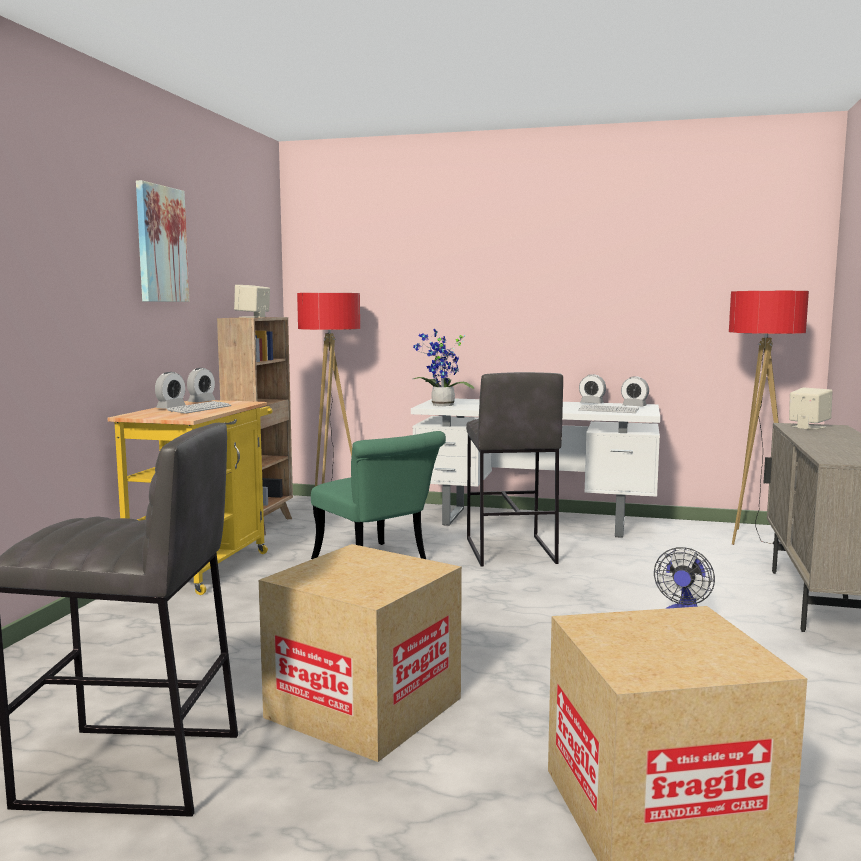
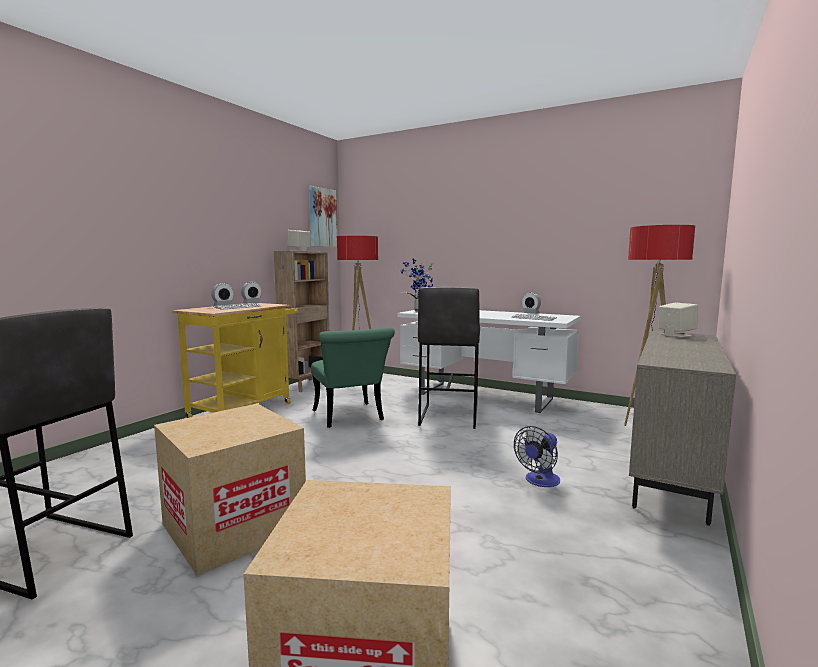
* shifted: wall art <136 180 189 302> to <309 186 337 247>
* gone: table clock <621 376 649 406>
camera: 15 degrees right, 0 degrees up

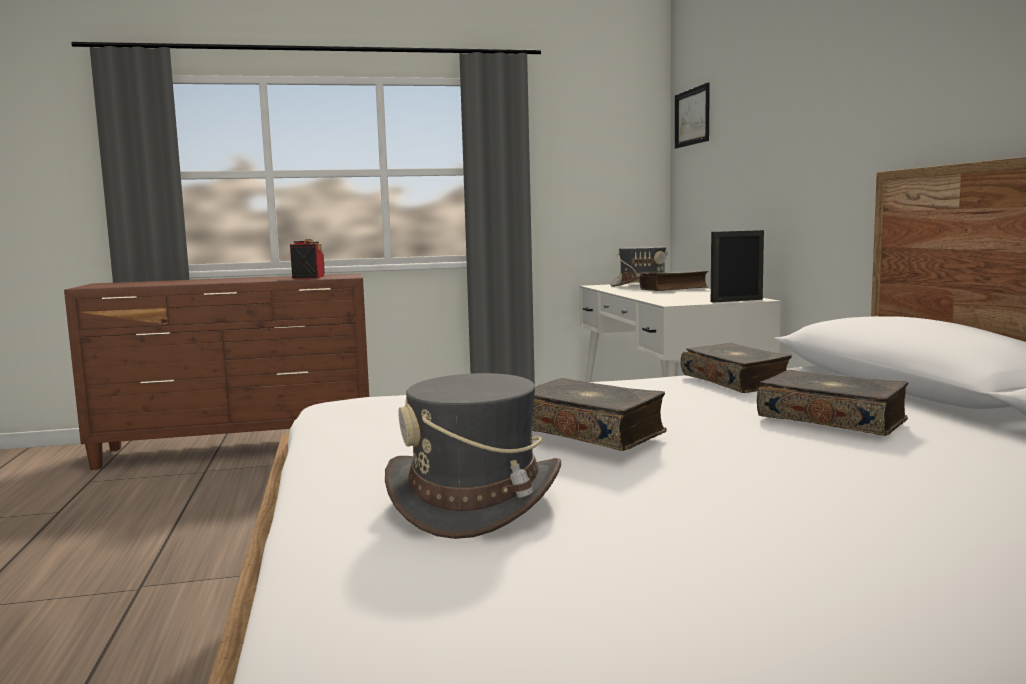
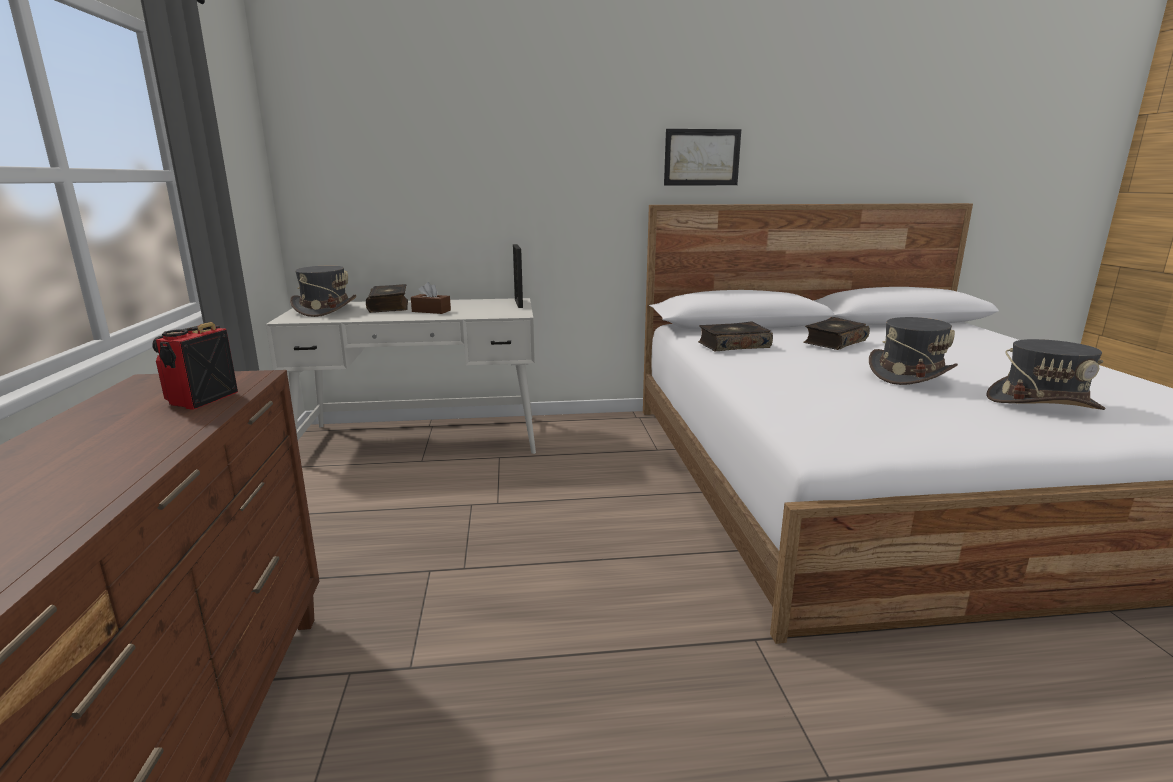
* shifted: wall art <675 83 710 149> to <664 129 741 185>
* swapped: bound book <532 378 667 451> to grey hat <869 317 958 385>
* new: brown tissue box <411 282 451 314>
camera: 85 degrees left, 10 degrees up

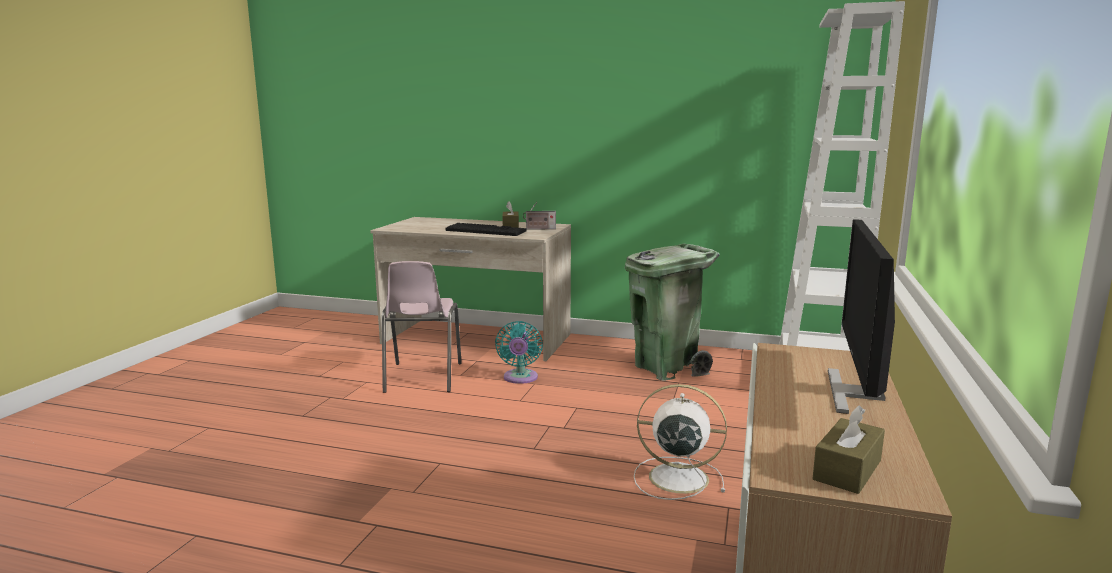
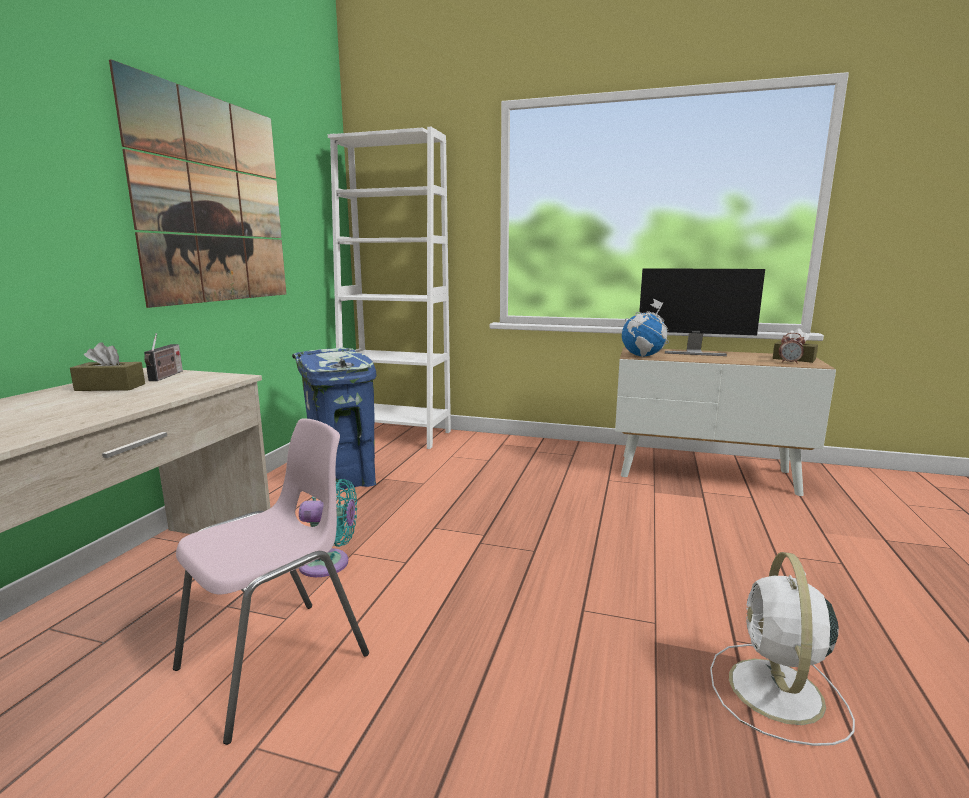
* gone: PC keyboard <445 223 526 236>
* repainted: green-coloured waste bin <625 244 720 381> to blue waste bin <292 348 377 490>
* rotated: pink-coloured upright chair <382 261 462 393> = <173 418 369 745> 45 degrees counterclockwise
* shifted: white fan <634 384 727 500> to <710 552 855 746>
* new: wall art <109 59 286 308>
* new: globe <622 299 669 357>
* new: table clock <779 333 805 364>
camera: 90 degrees left, 0 degrees up

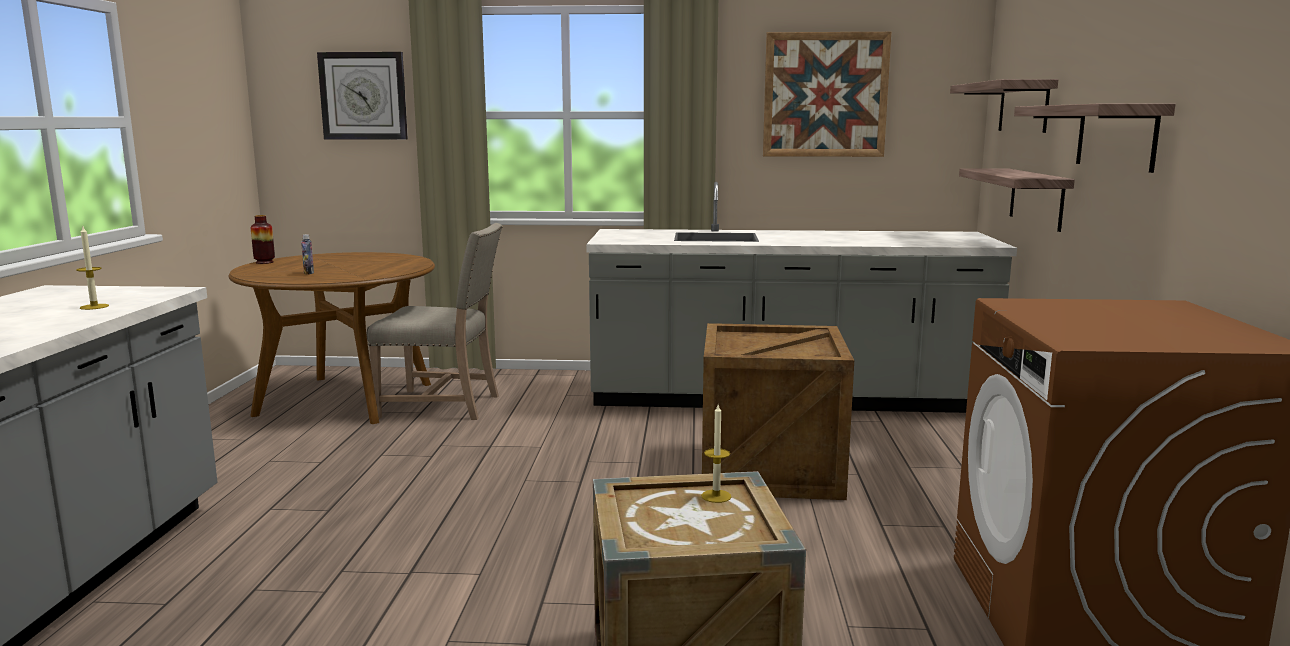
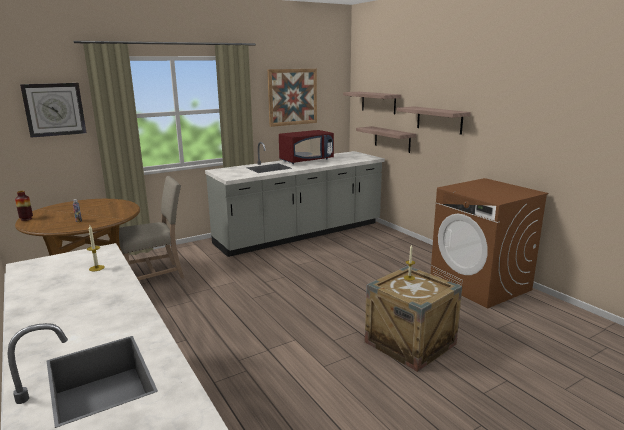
* gone: crate <702 323 854 500>
* new: red microwave <279 130 334 164>
camera: 35 degrees left, 5 degrees up

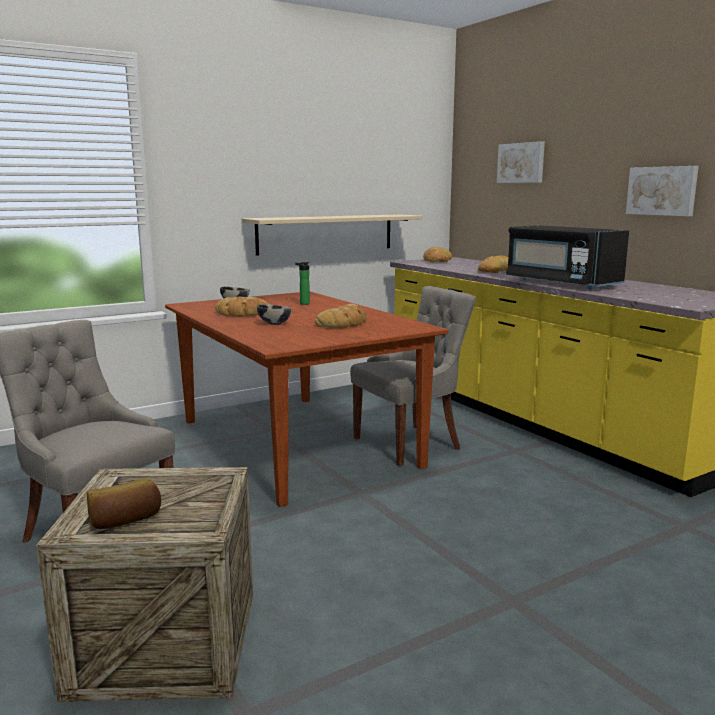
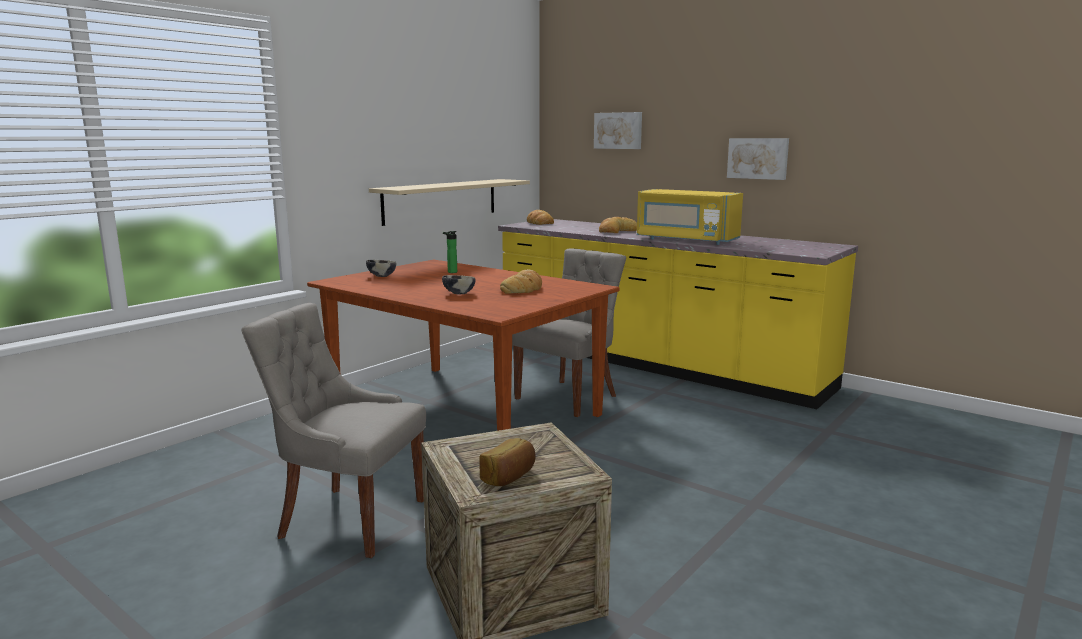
* repainted: black microwave <506 225 629 290> to yellowish microwave <637 189 743 245>
* gone: baked bread <215 297 270 317>
camera: 20 degrees left, 0 degrees up

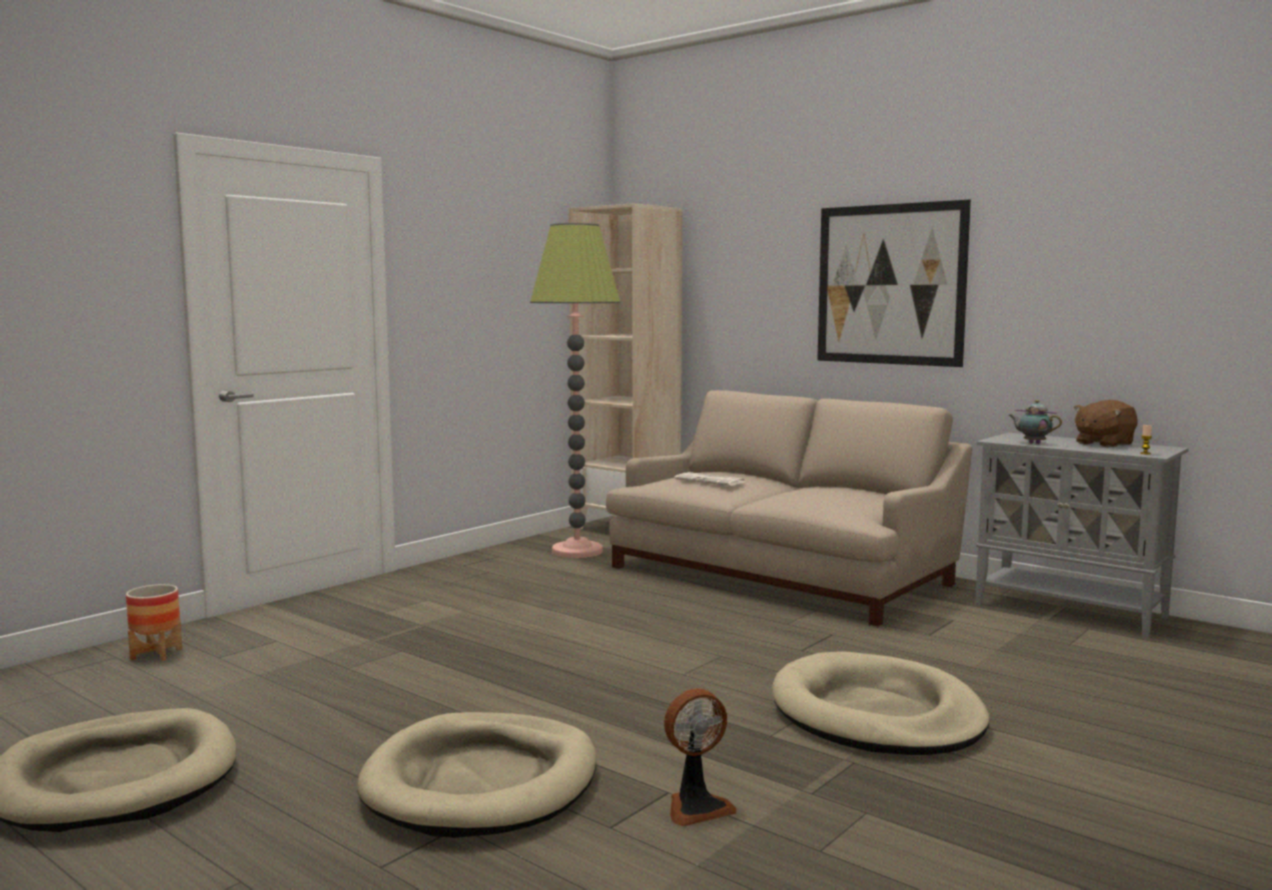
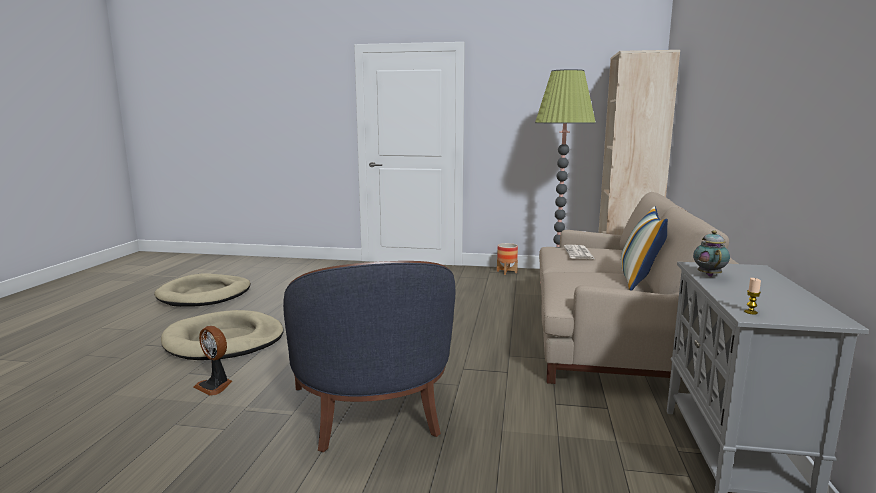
* gone: wall art <817 200 971 367>
* gone: brown soft toy <1074 400 1138 447>
* shifted: flower pot <126 584 182 661> to <497 243 518 275>
* swapped: beige-coloured dog cushion <772 651 989 755> to blue armchair <283 261 455 453>
* new: pillow <621 206 668 290>
camera: 60 degrees right, 5 degrees up

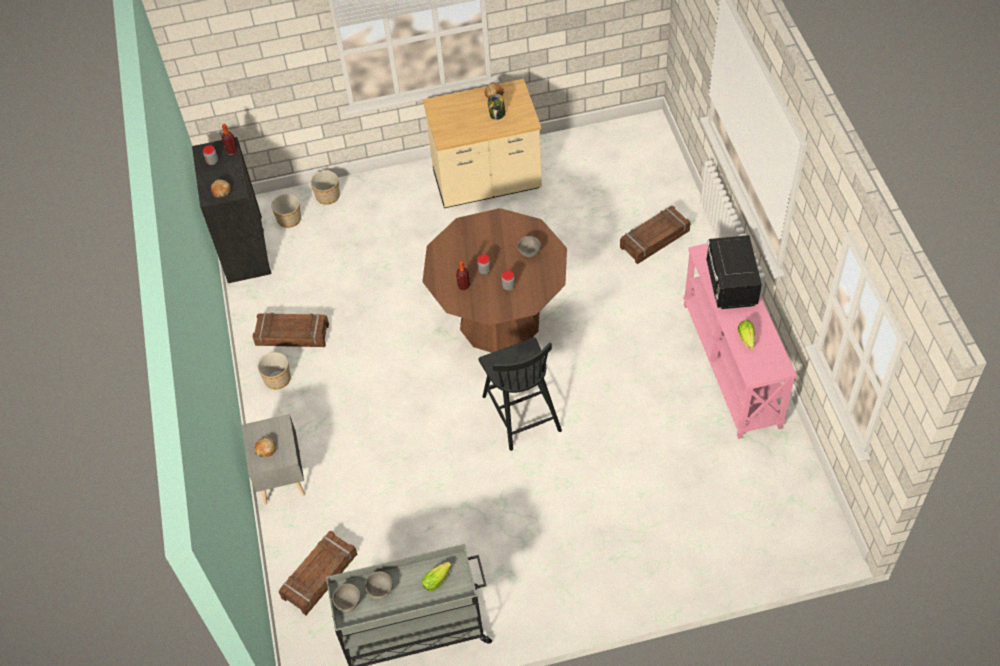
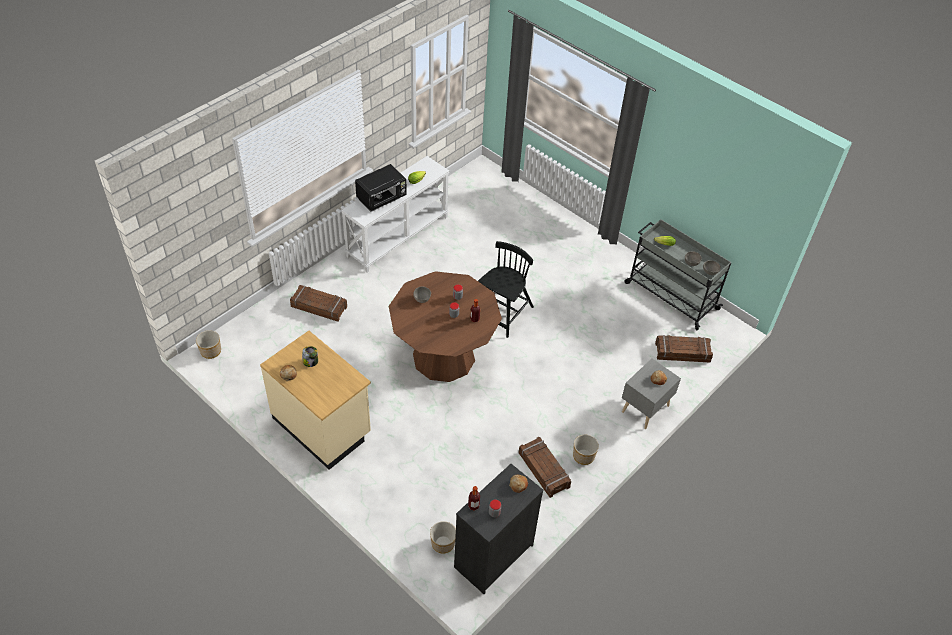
* shifted: flower pot <311 170 340 205> to <196 330 221 359>
* repainted: pink-coloured console table <683 243 797 439> to white console table <341 156 450 272>
camera: 130 degrees left, 5 degrees down

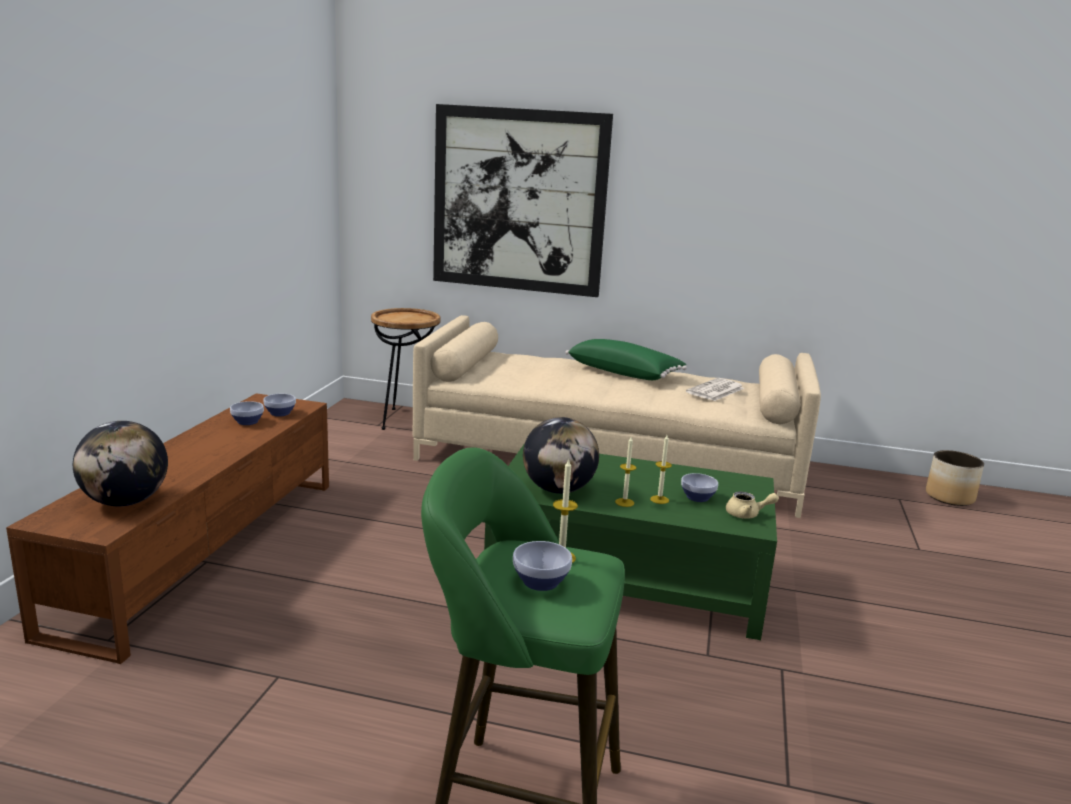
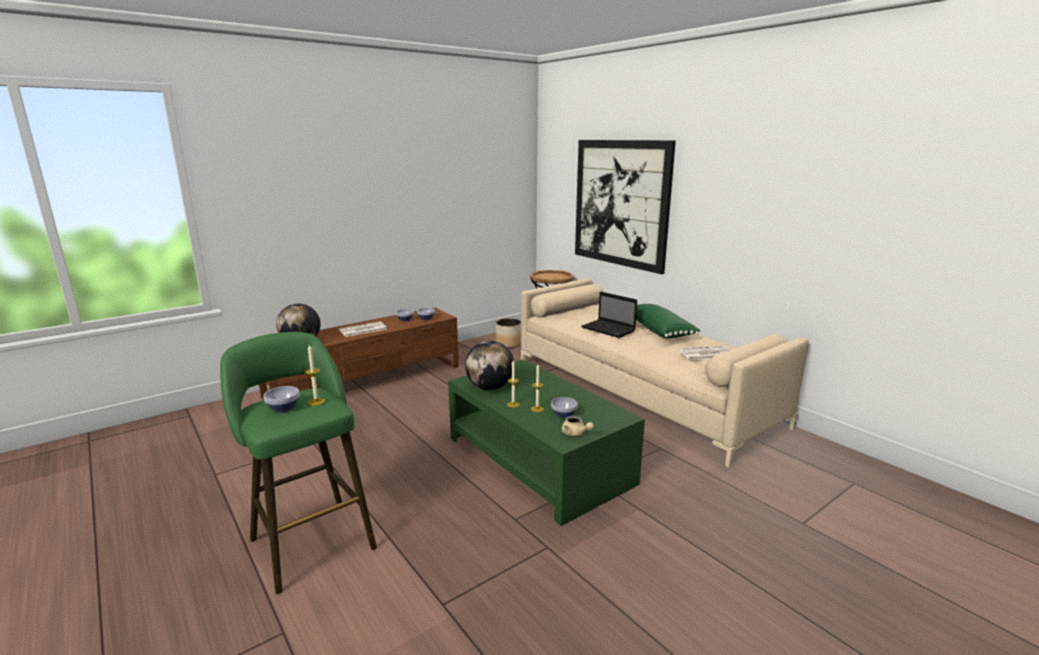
* shifted: flower pot <926 450 984 506> to <496 318 521 348>
* new: laptop <581 292 637 338>
* new: printed paper <339 321 387 337>
camera: 40 degrees right, 0 degrees up

